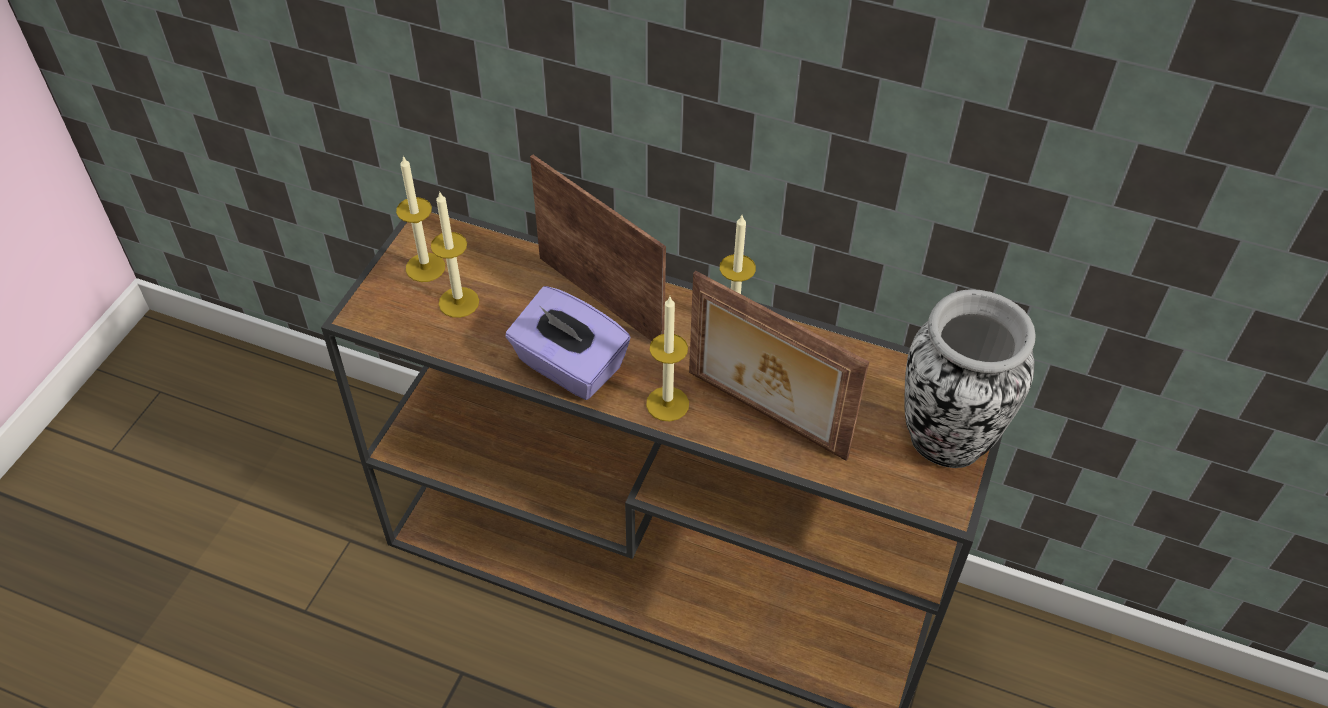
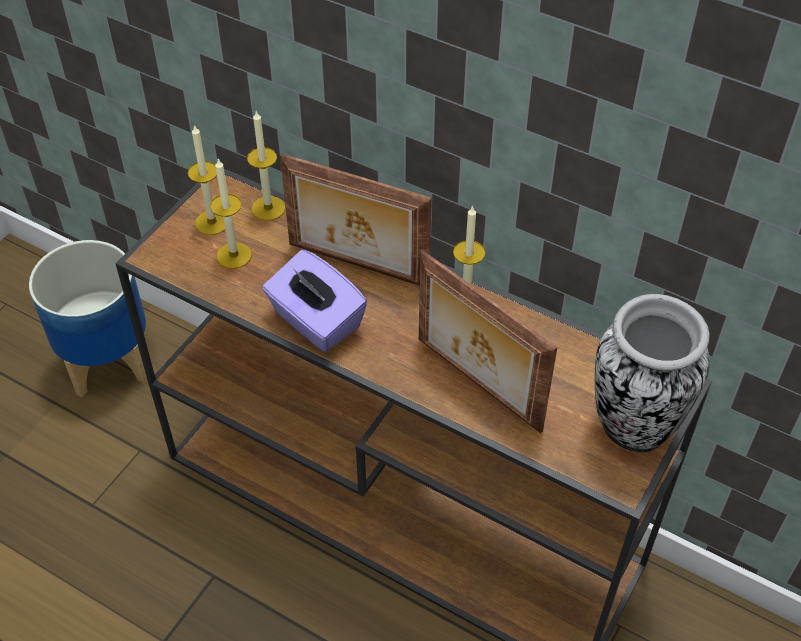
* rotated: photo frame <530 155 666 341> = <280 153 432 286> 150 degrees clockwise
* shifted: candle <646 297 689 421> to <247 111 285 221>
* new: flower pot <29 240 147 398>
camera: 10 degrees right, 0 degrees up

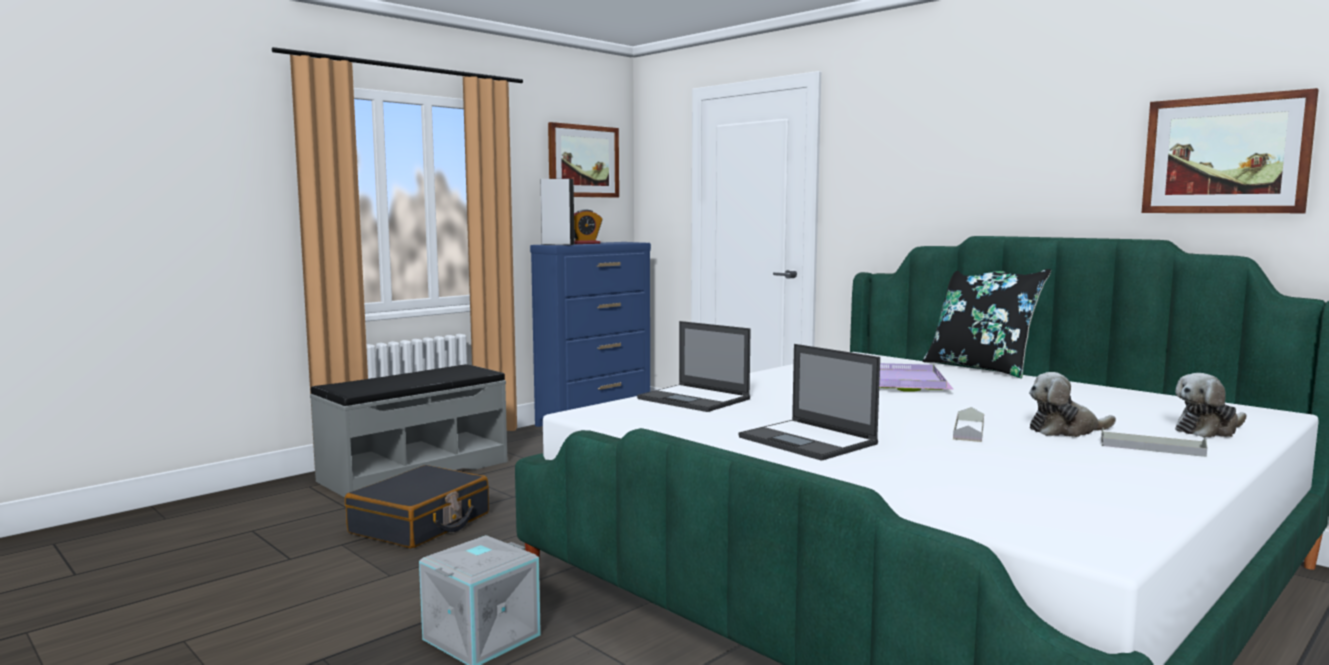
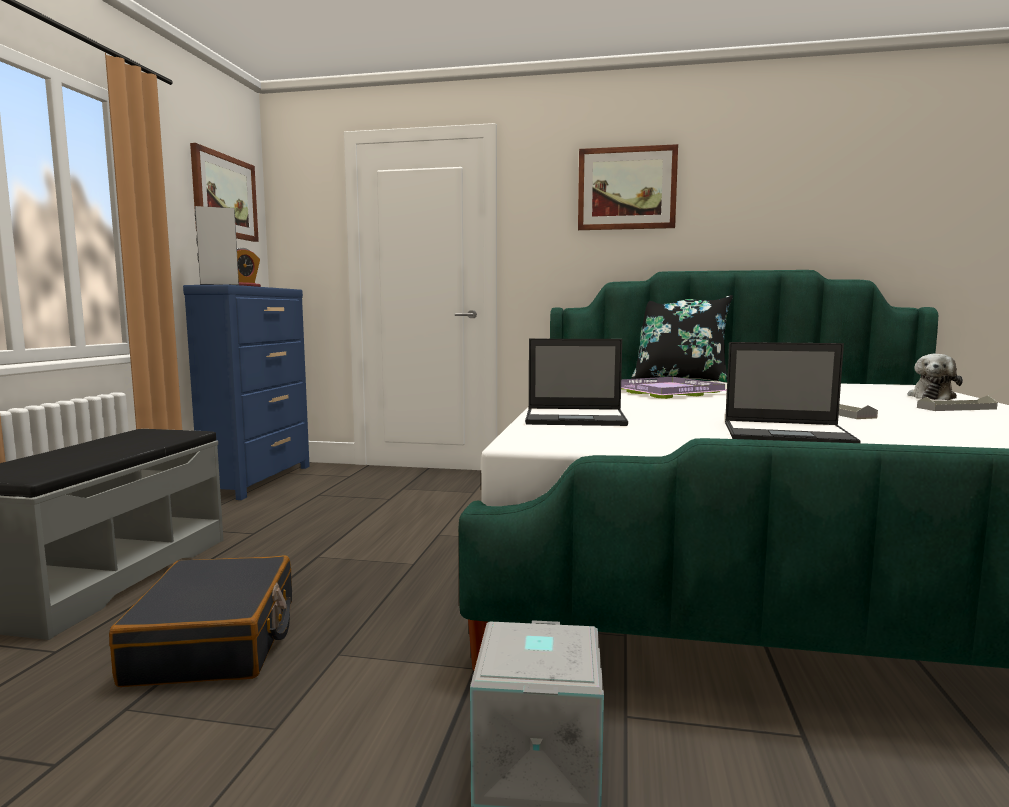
* shifted: wall art <1142 88 1319 213> to <578 144 678 230>
* gone: soft toy <1029 372 1116 437>
camera: 35 degrees left, 0 degrees up

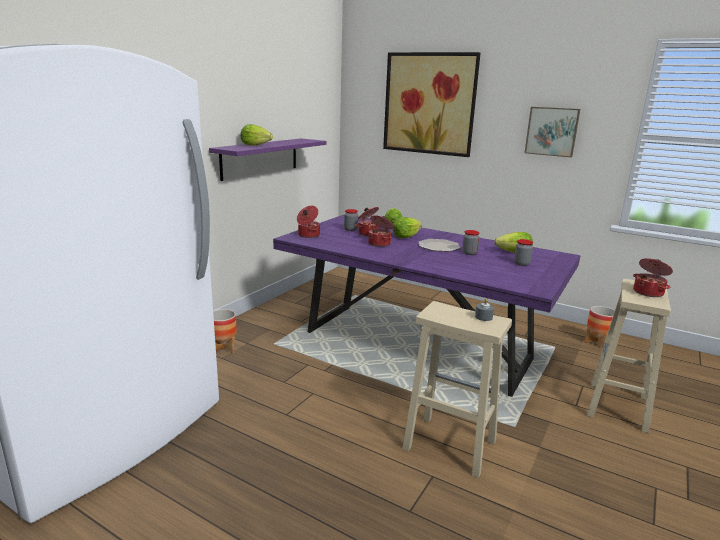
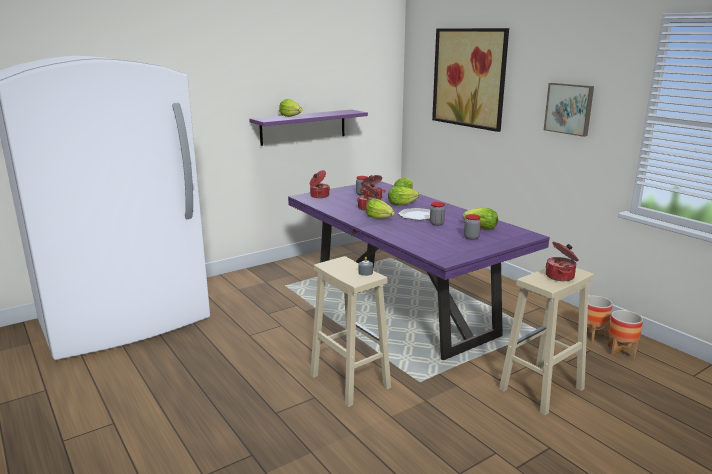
* shifted: flower pot <213 309 237 354> to <608 310 643 359>
* new: lettuce <366 199 395 219>
camera: 25 degrees right, 0 degrees up

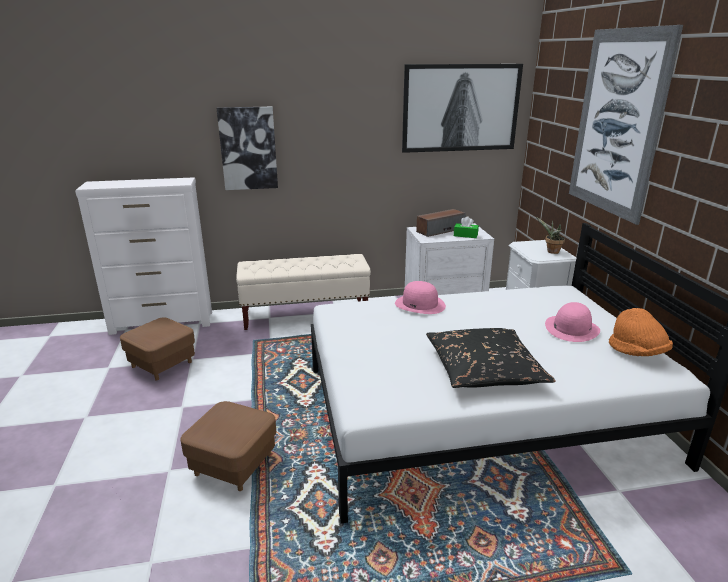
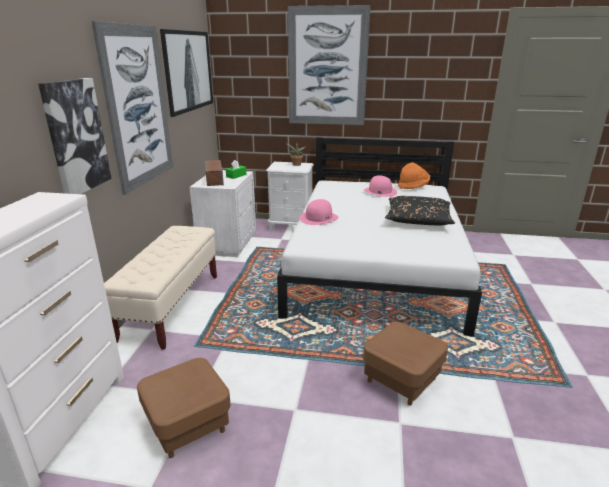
* new: wall art <92 21 173 195>
camera: 70 degrees left, 0 degrees up

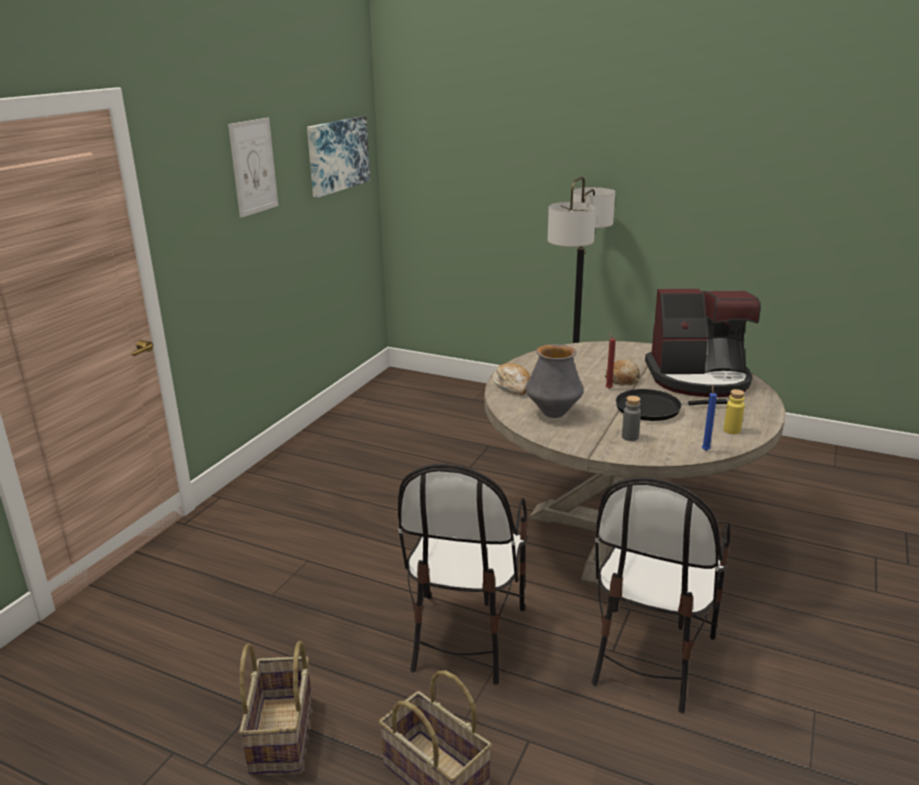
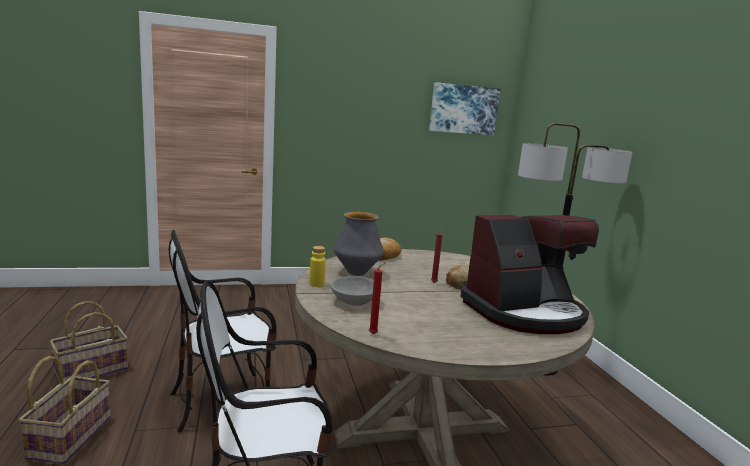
* gone: wall art <228 118 278 218>
* rotated: coffee maker <645 289 761 397> = <461 215 599 334> 75 degrees counterclockwise
* repainted: blue candle <702 385 717 451> to red candle <369 262 386 334>
* gone: black pan <616 389 728 421>
* shifted: yellowish bottle <724 389 745 434> to <309 246 326 287>
* swapped: grey bottle <622 396 641 441> to grey bowl <331 276 382 306>
camera: 50 degrees right, 10 degrees down

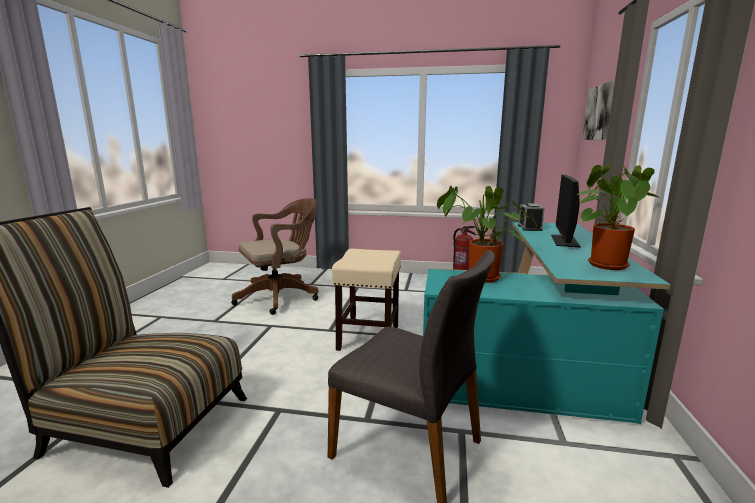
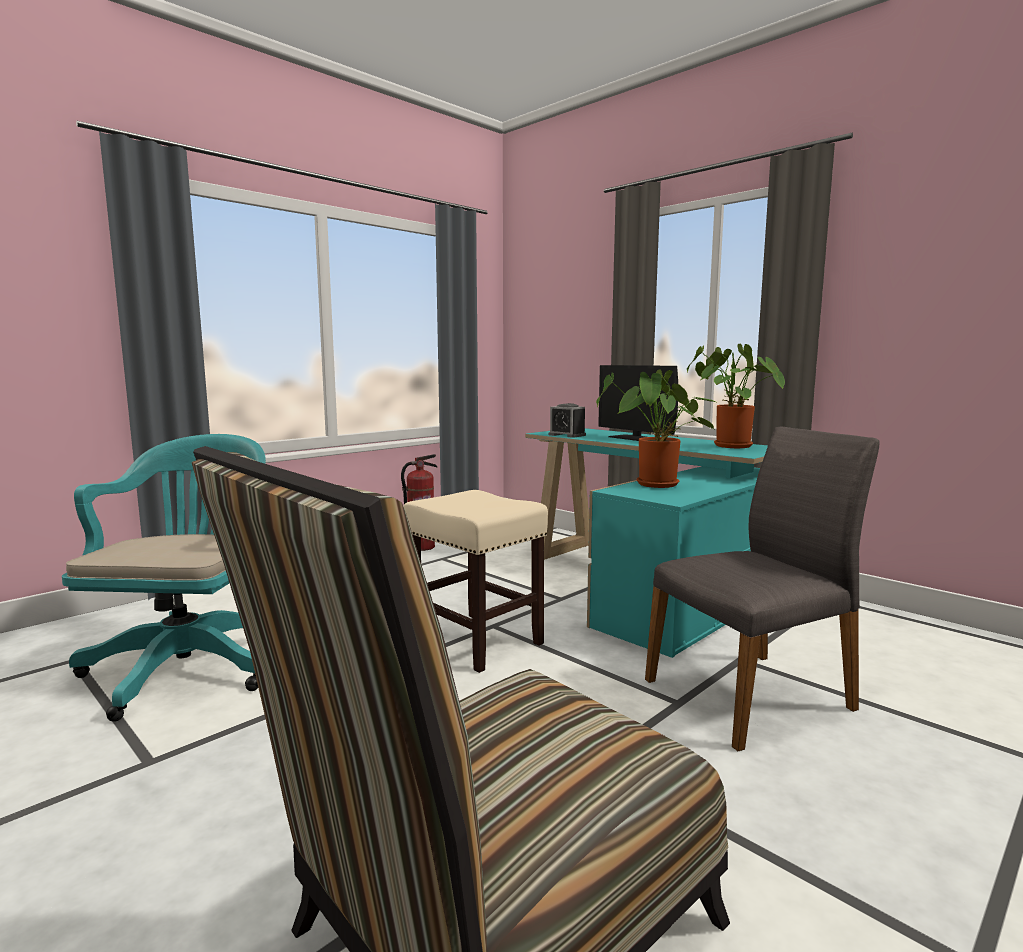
* gone: wall art <582 80 615 140>
* repainted: brown desk chair <231 198 318 315> to blue-green desk chair <62 434 266 722>
camera: 55 degrees left, 5 degrees down

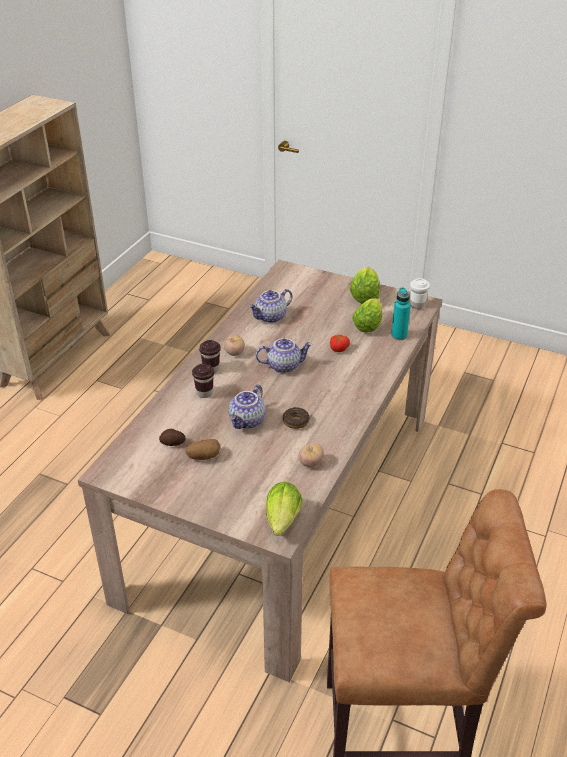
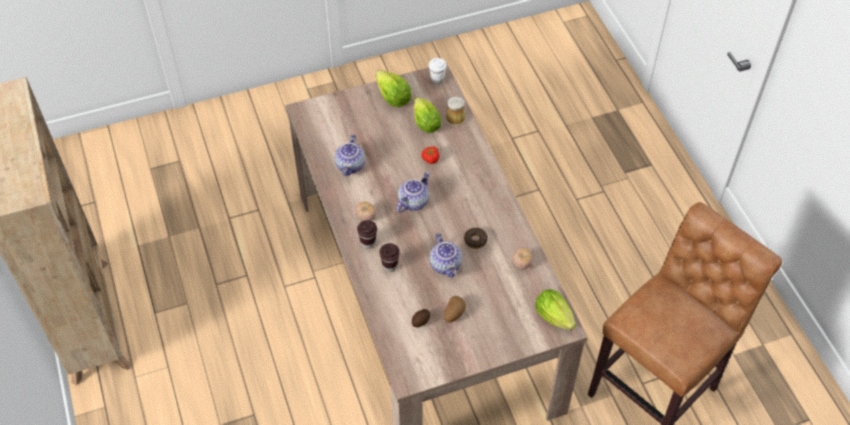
* swapped: blue-green bottle <391 288 411 340> to mug <445 97 466 126>
camera: 45 degrees left, 15 degrees up

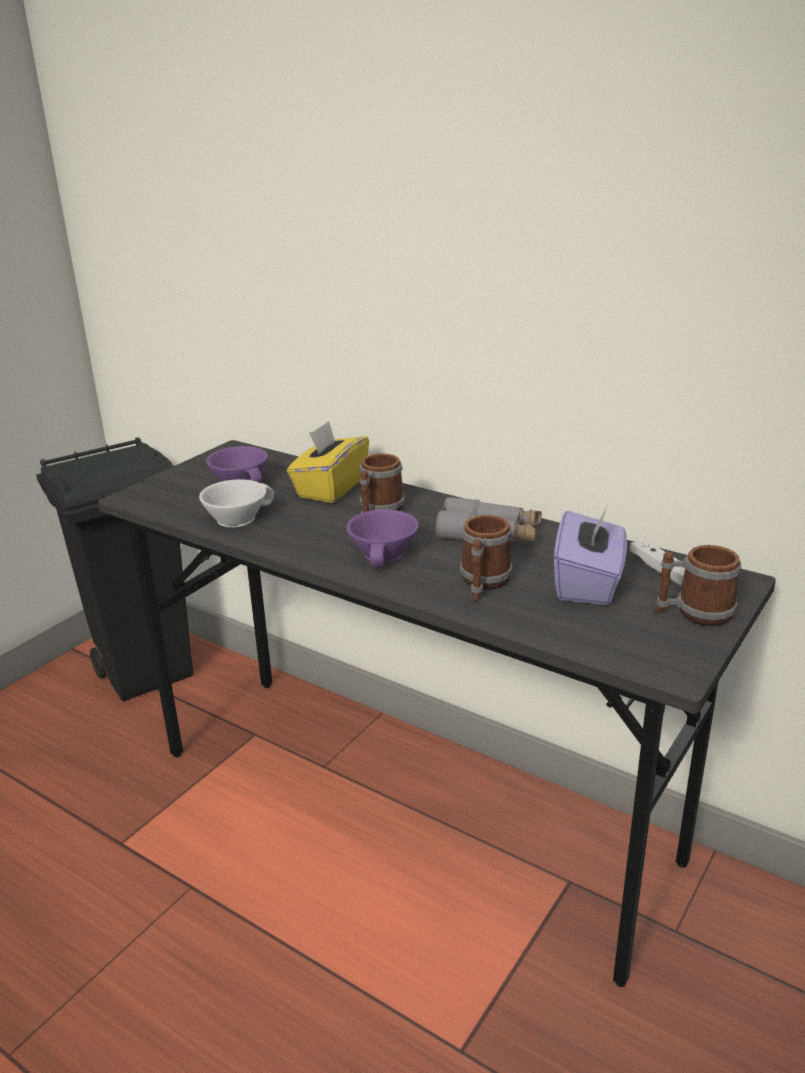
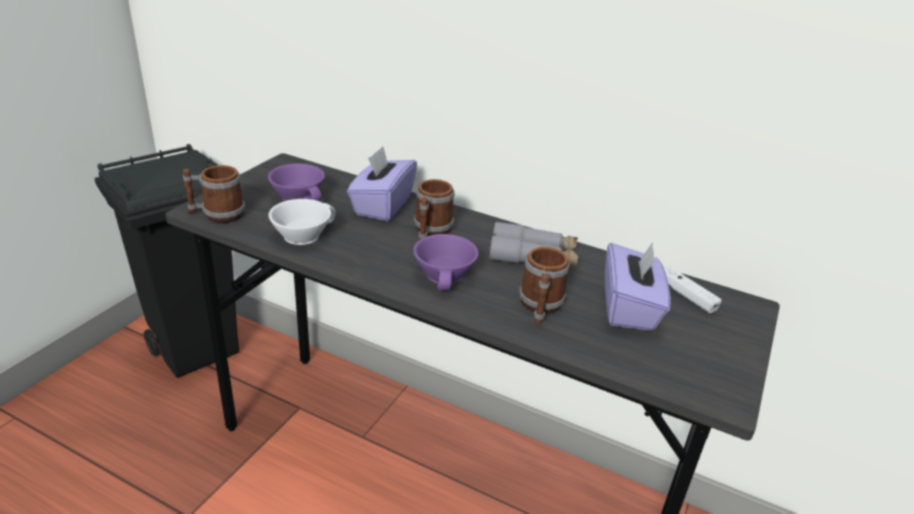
* repainted: yellowish tissue box <287 421 369 503> to purple-coloured tissue box <347 146 417 221>
* shifted: mug <654 545 741 626> to <183 165 245 223>
camera: 10 degrees left, 5 degrees up

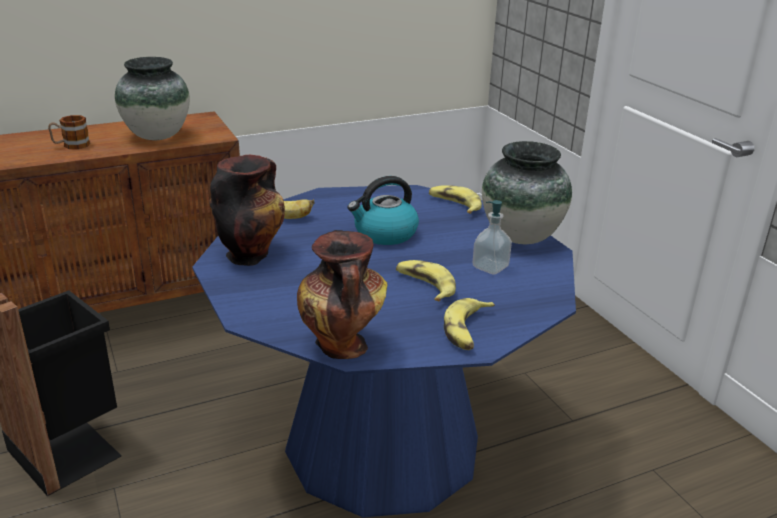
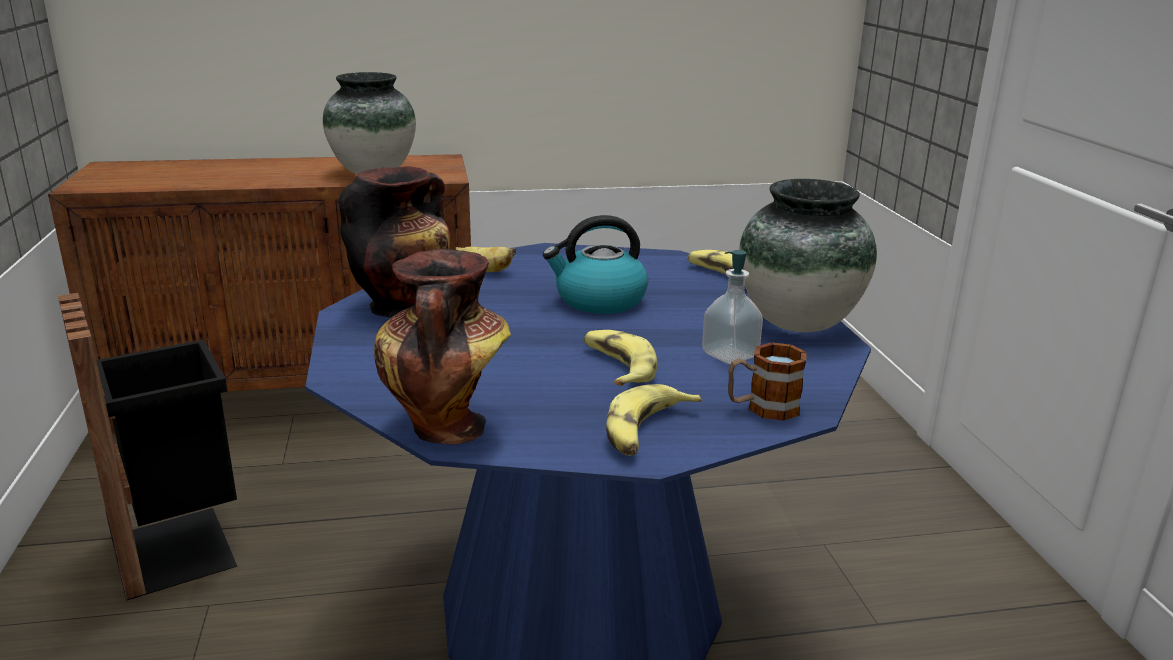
* shifted: mug <48 115 90 149> to <728 342 807 421>
camera: 15 degrees right, 5 degrees down

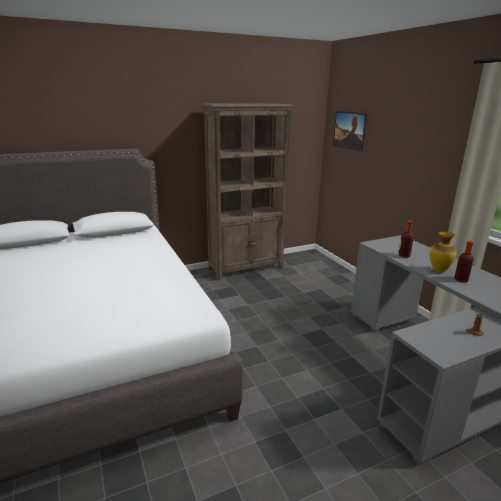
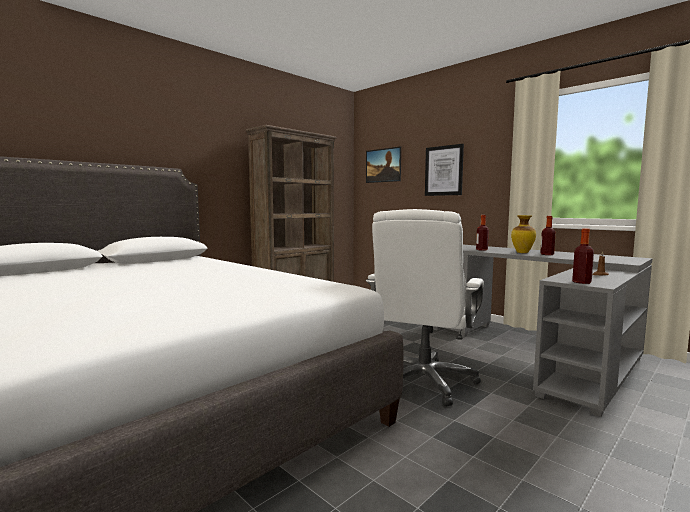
* new: wall art <425 144 464 196>
* new: white desk chair <366 209 484 406>
* new: bottle <572 229 594 284>
camera: 20 degrees left, 15 degrees down

